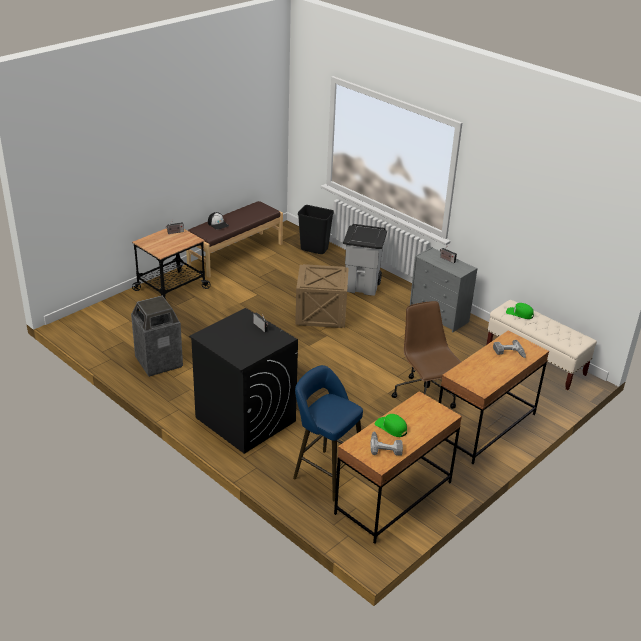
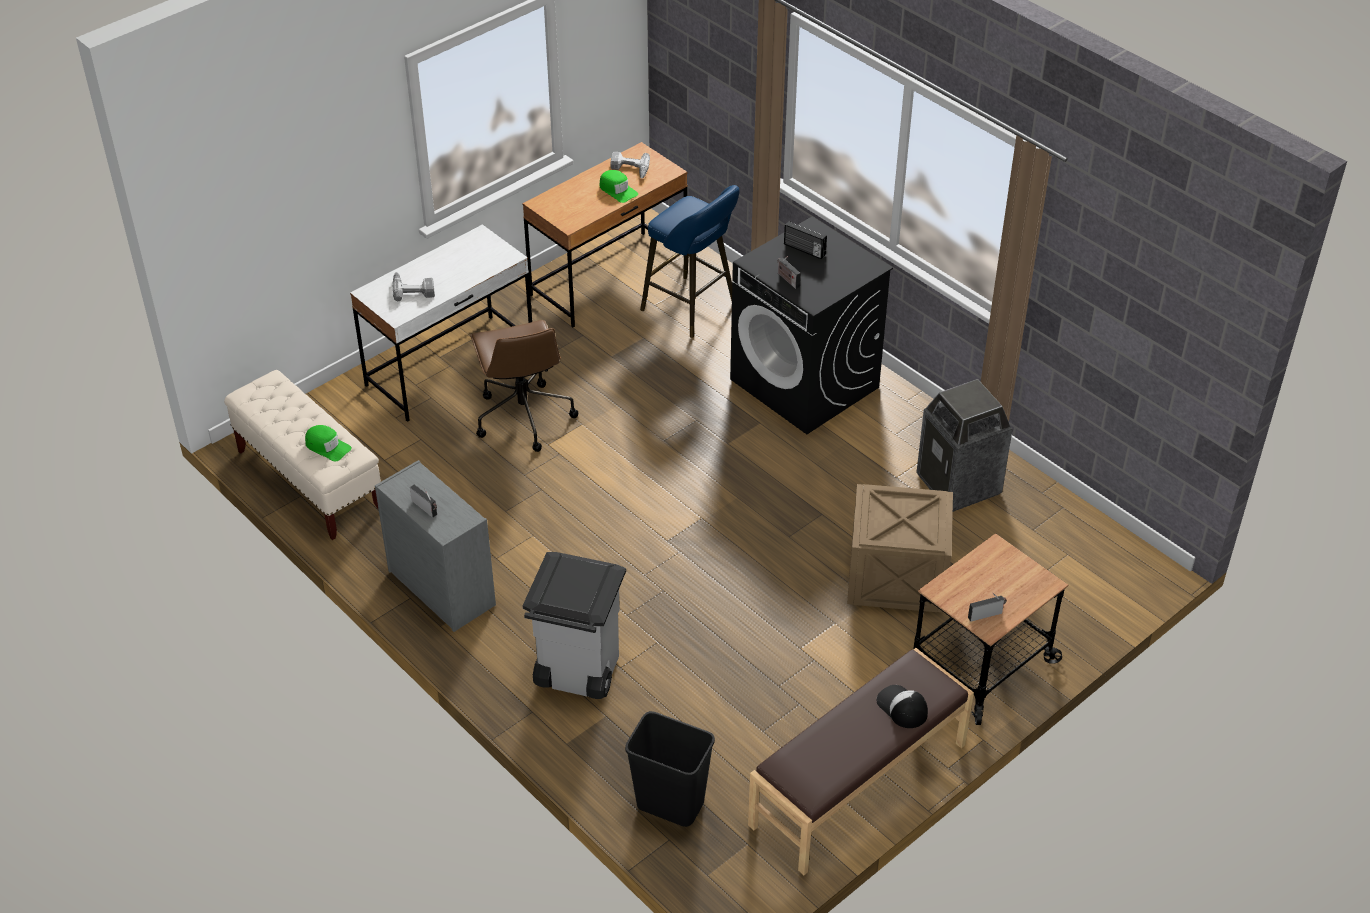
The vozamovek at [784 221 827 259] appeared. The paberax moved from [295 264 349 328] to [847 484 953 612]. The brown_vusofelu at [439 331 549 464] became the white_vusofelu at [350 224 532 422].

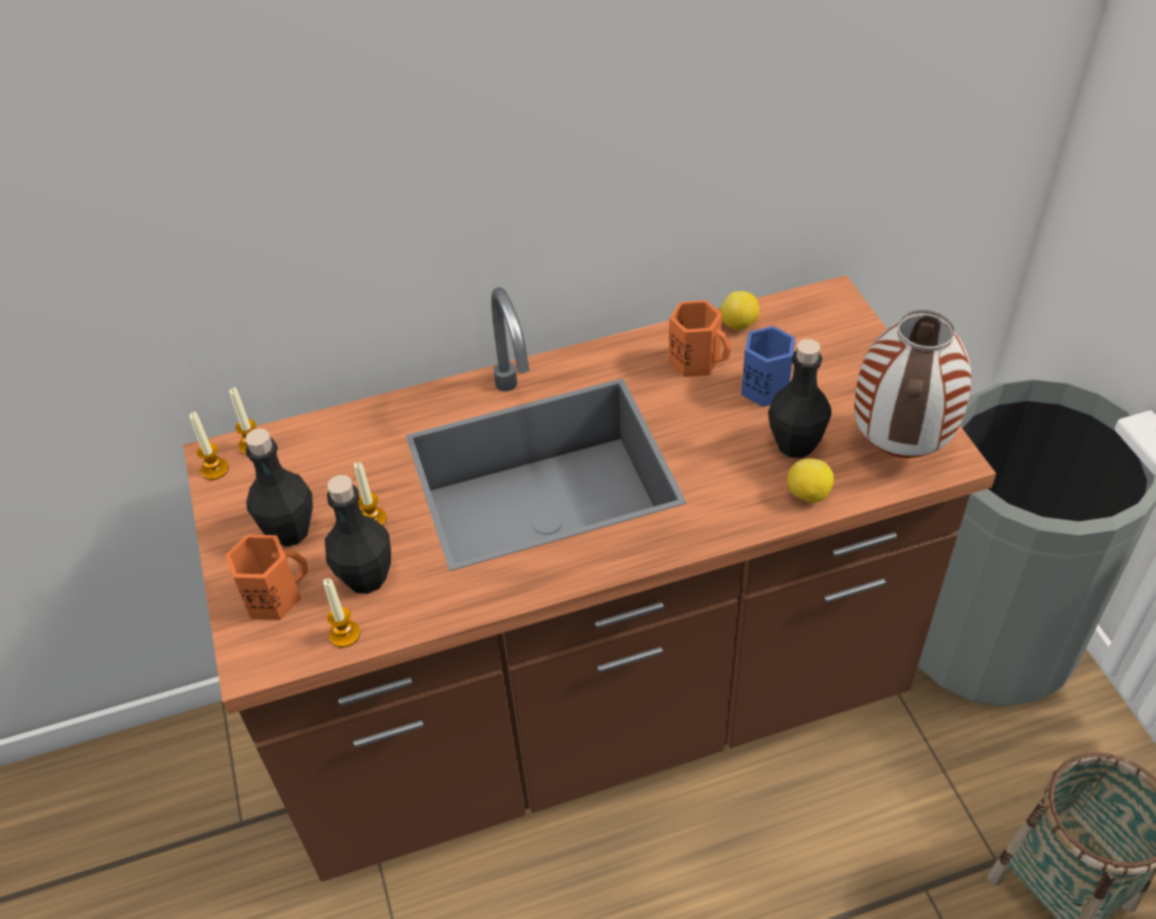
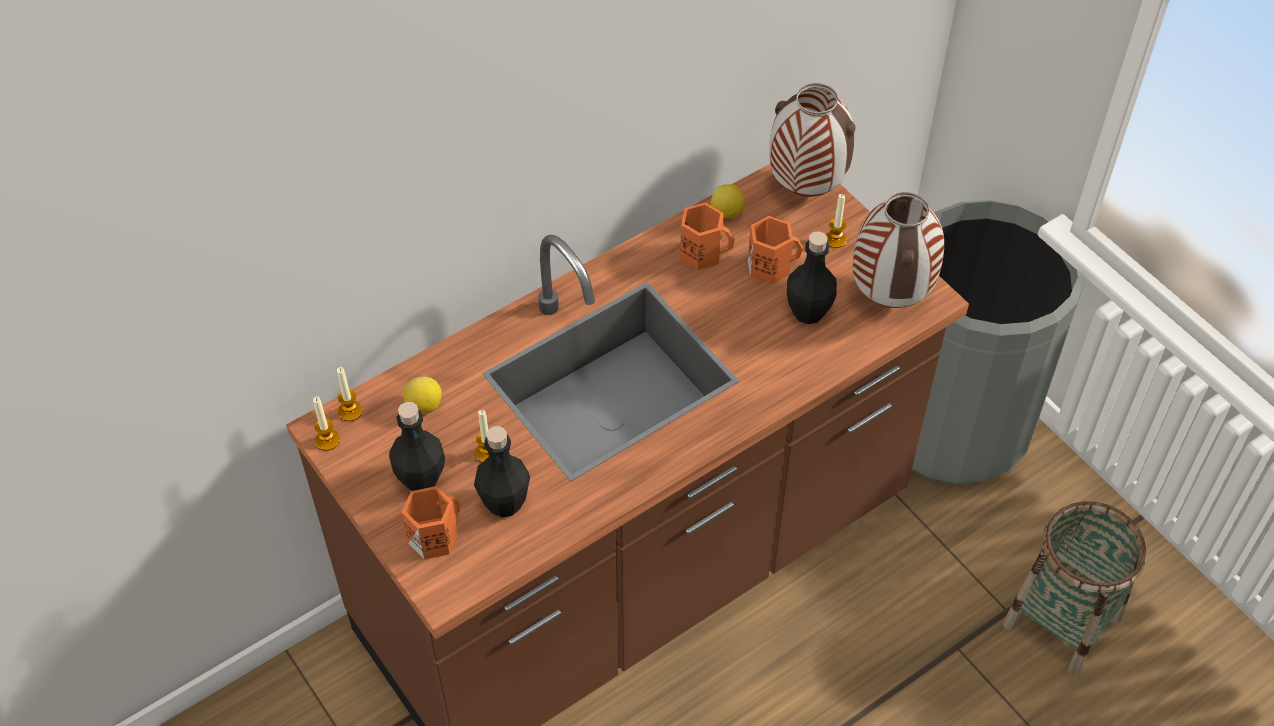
The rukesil at [769 83 856 197] appeared. The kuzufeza moved from [323 579 360 648] to [825 194 847 248]. The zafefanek moved from [788 458 834 503] to [403 377 442 414]. The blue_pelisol at [741 326 795 407] became the orange_pelisol at [748 216 803 284].

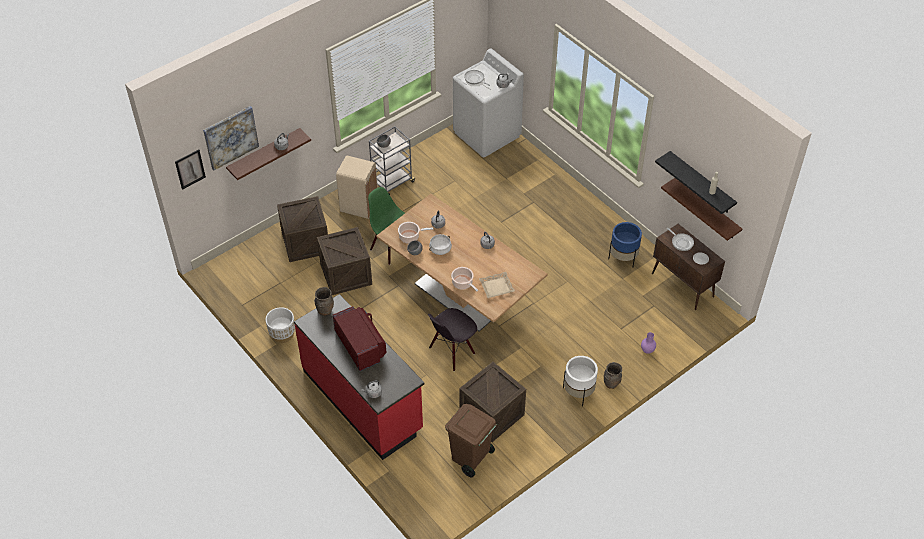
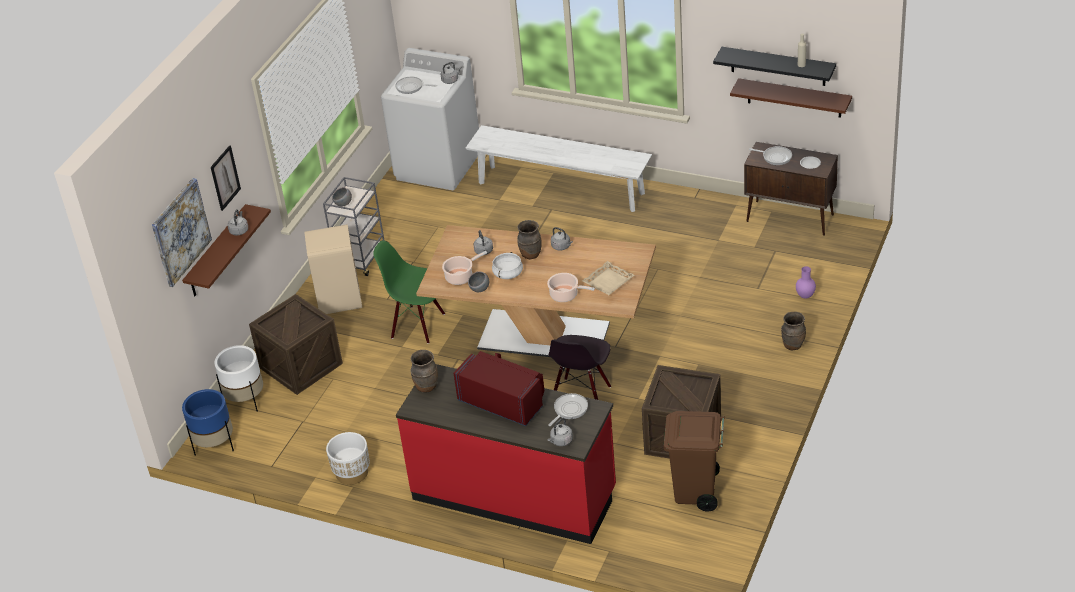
The paberax at [317 227 372 296] disappeared. The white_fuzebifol at [465 125 652 212] appeared. The brown_rukesil at [517 220 542 259] appeared. The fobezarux at [548 393 588 426] appeared. The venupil moved from [175 149 206 190] to [211 145 241 211]. The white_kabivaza moved from [563 356 598 406] to [214 345 263 412]. The blue_kabivaza moved from [608 222 642 266] to [182 389 234 455].

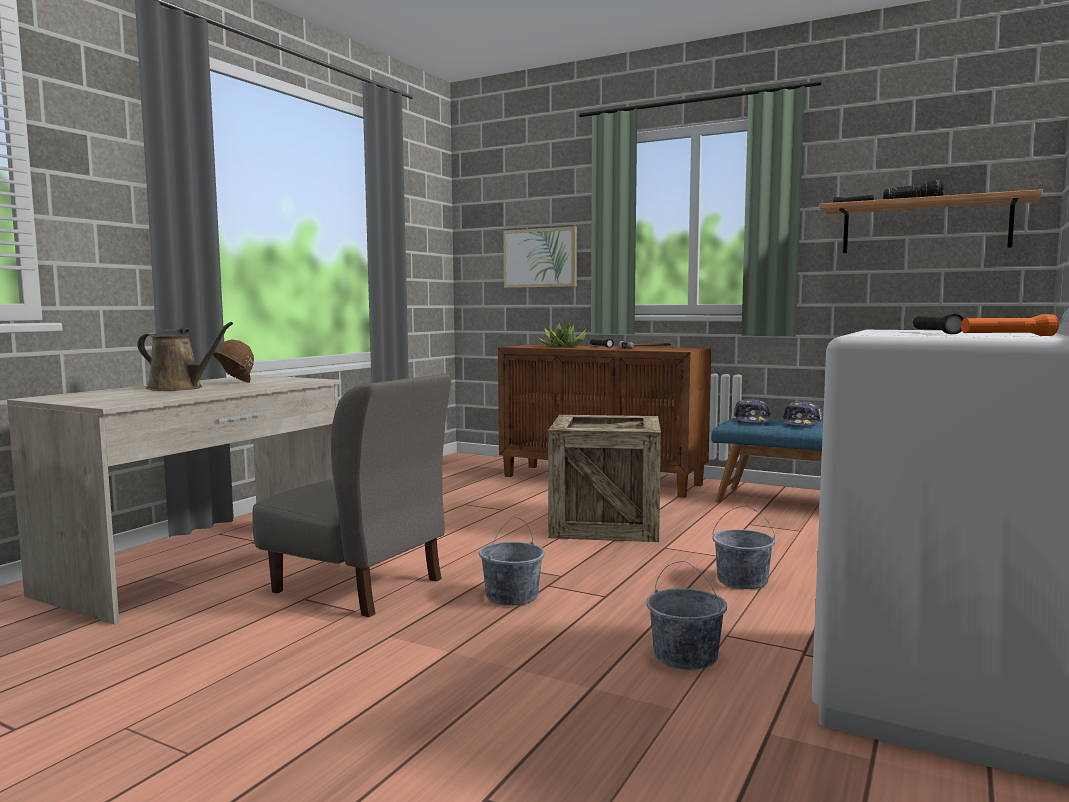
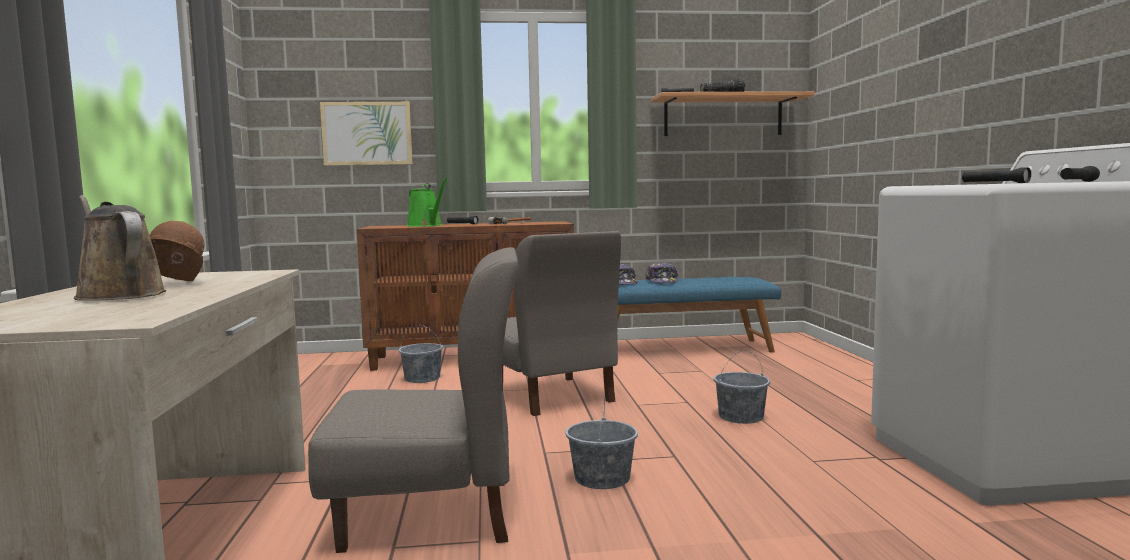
The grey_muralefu moved from [646 561 727 670] to [399 325 443 383]. The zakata at [538 323 586 347] was replaced by the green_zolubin at [407 178 447 227]. The paberax at [548 415 661 542] was replaced by the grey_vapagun at [502 231 621 416]. The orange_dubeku at [961 314 1059 336] became the black_dubeku at [1060 166 1100 182]. The brown_zolubin at [137 322 233 391] turned 120 degrees counterclockwise.

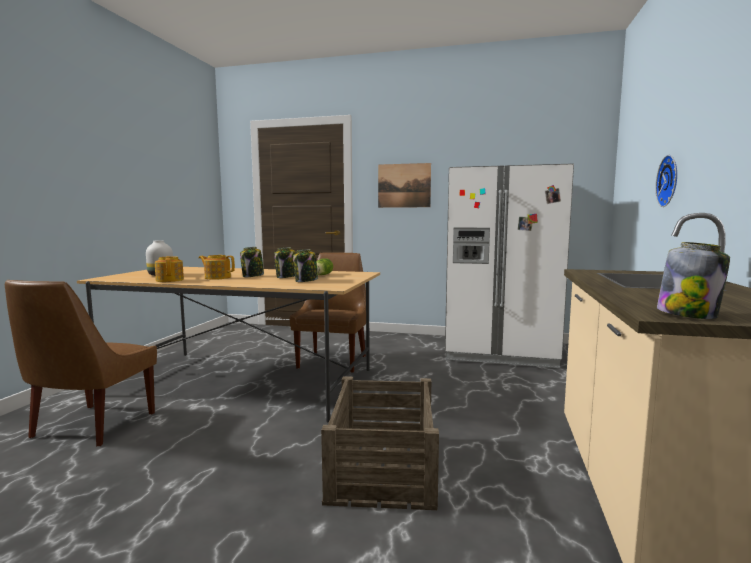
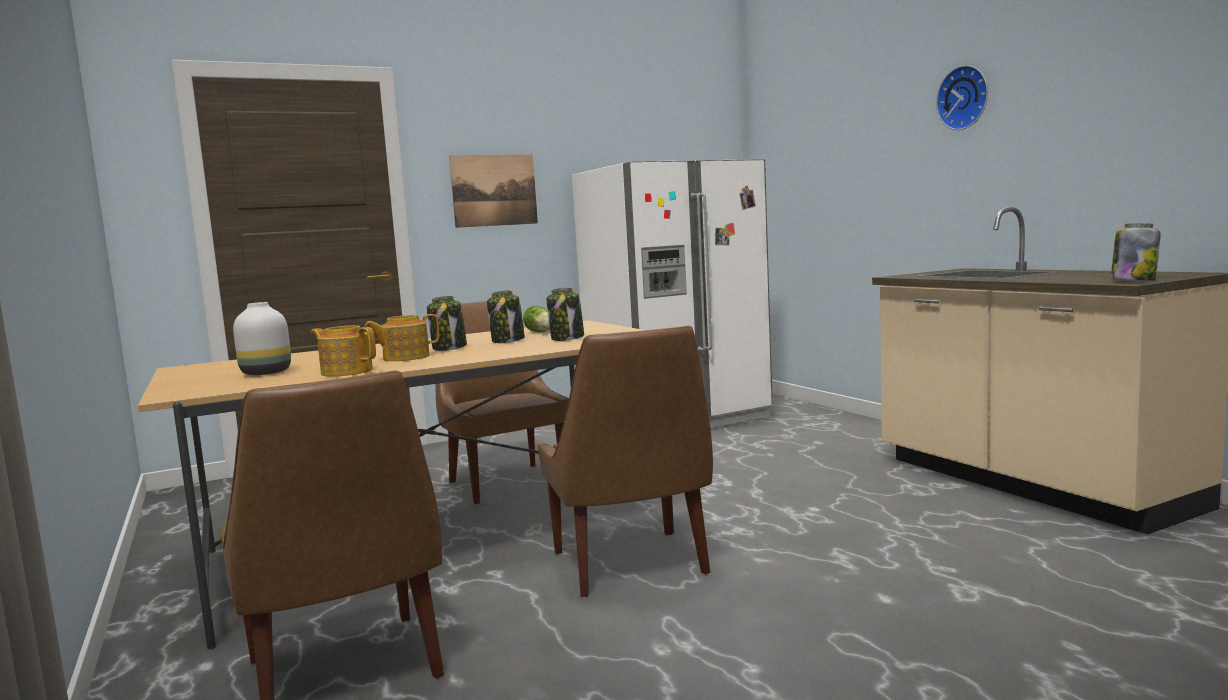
The paberax at [321 376 439 510] disappeared. The brown_vapagun at [538 326 713 597] appeared. The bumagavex moved from [655 155 677 207] to [936 65 988 130].

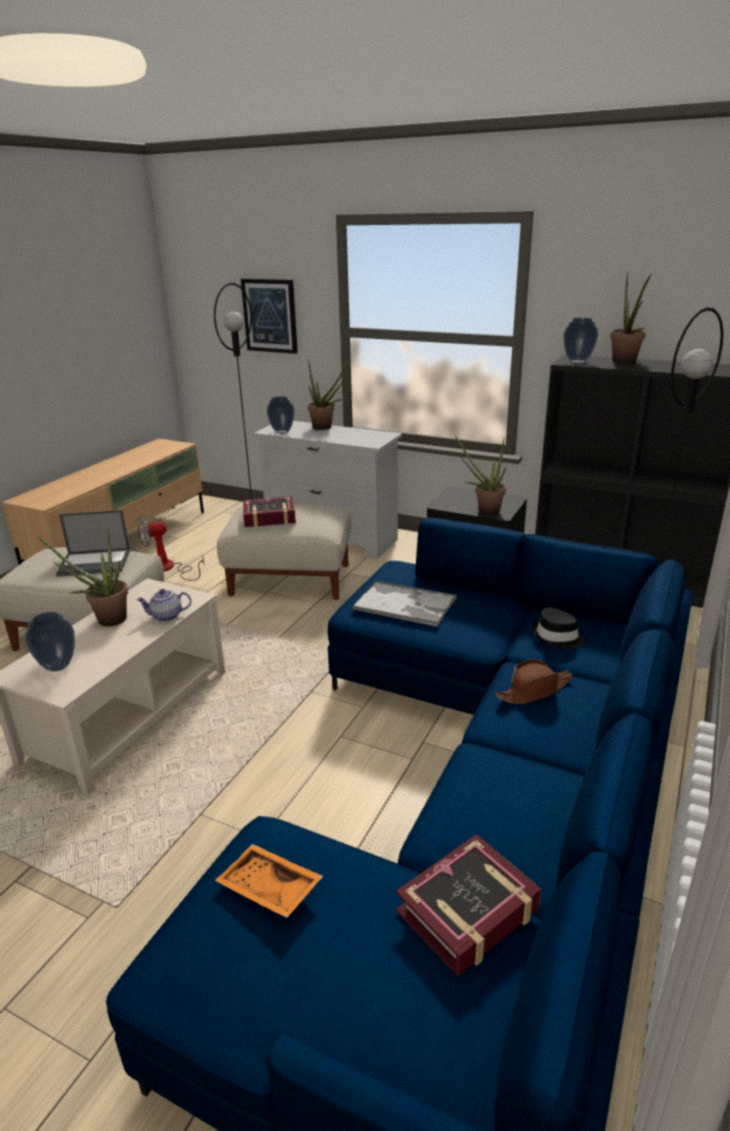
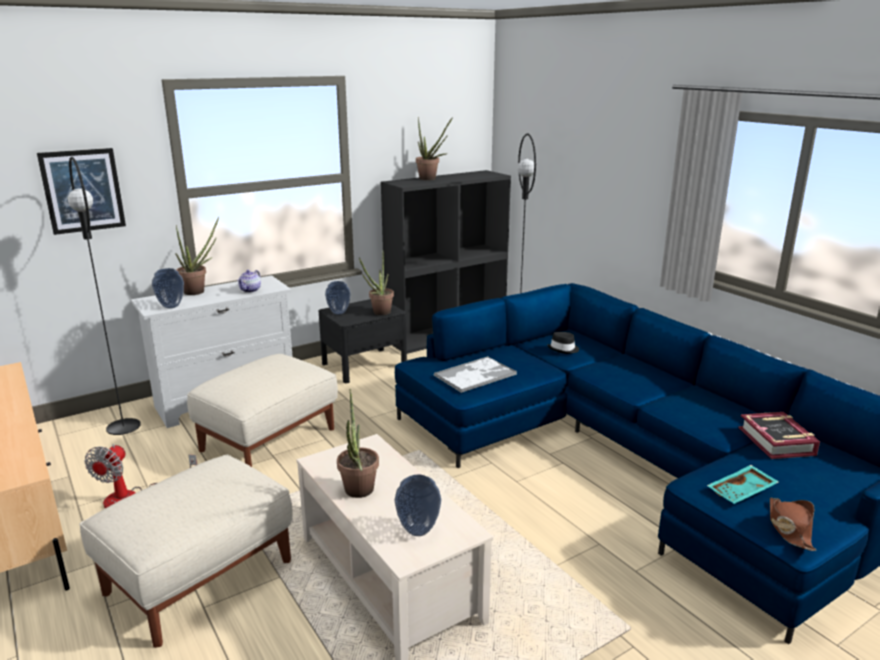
The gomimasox at [56 510 130 576] disappeared. The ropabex at [243 497 296 527] disappeared. The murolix moved from [136 589 191 622] to [237 270 261 293]. The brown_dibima moved from [495 659 573 704] to [770 497 817 551]. The rukesil moved from [563 318 598 364] to [325 281 351 315]. The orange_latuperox at [215 844 323 918] became the turquoise_latuperox at [707 465 779 504].

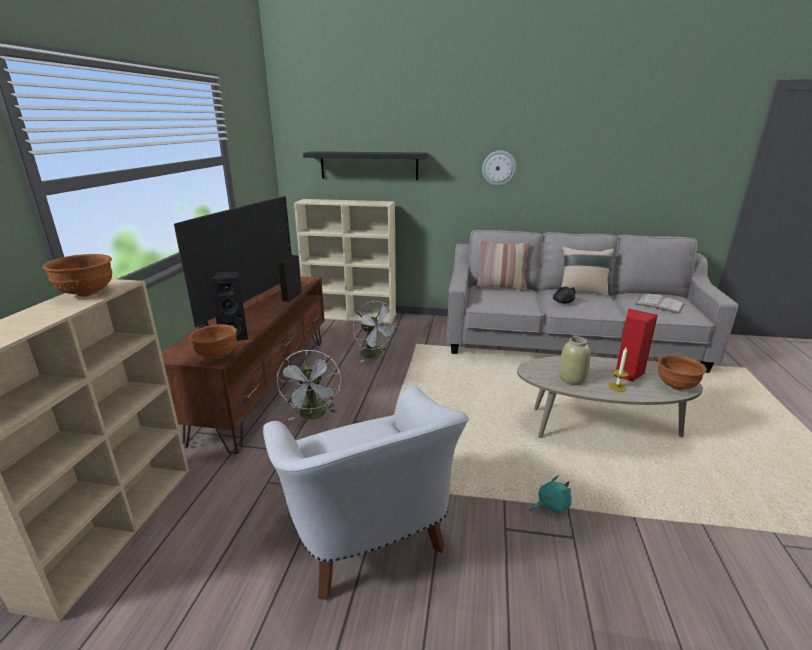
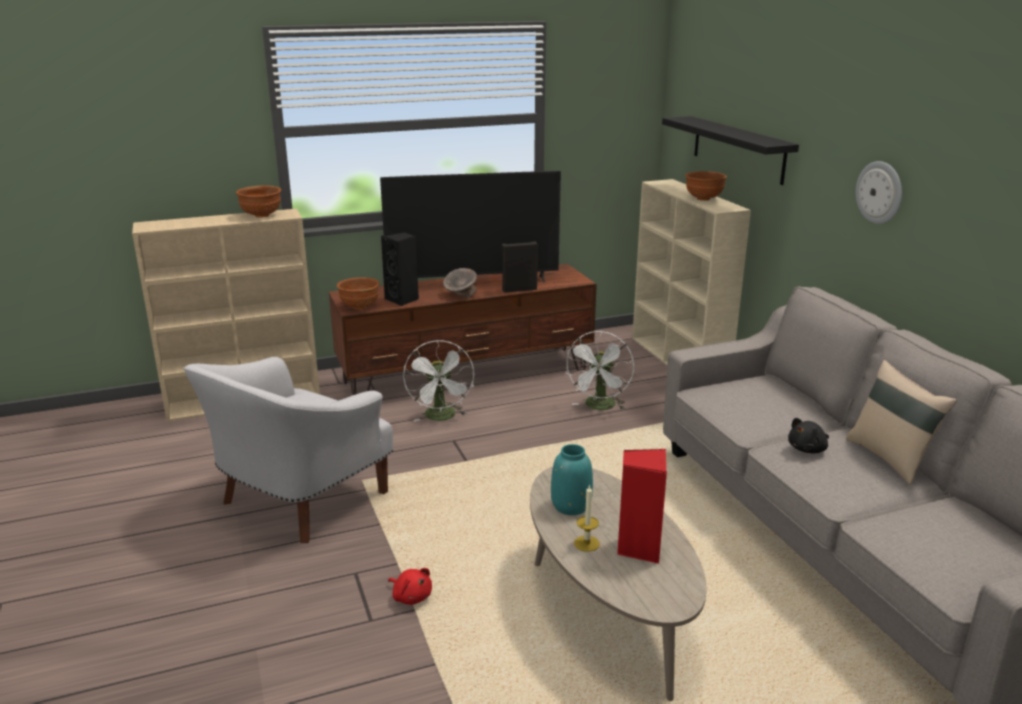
The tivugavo at [476 241 530 291] disappeared. The white_ropabex at [635 293 685 314] disappeared. The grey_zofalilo at [443 268 477 298] appeared. The brown_zofalilo moved from [658 355 707 390] to [685 171 727 201]. The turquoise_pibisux at [530 475 572 514] became the red_pibisux at [388 568 432 605]. The beige_rukesil at [559 337 591 385] became the turquoise_rukesil at [551 444 593 515]. The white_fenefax at [277 350 341 420] turned 60 degrees counterclockwise.

